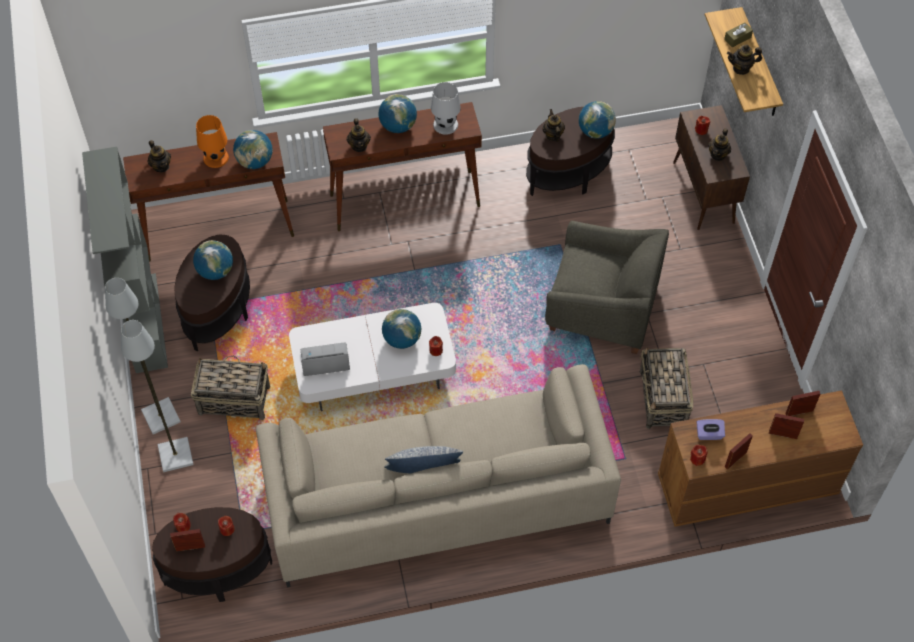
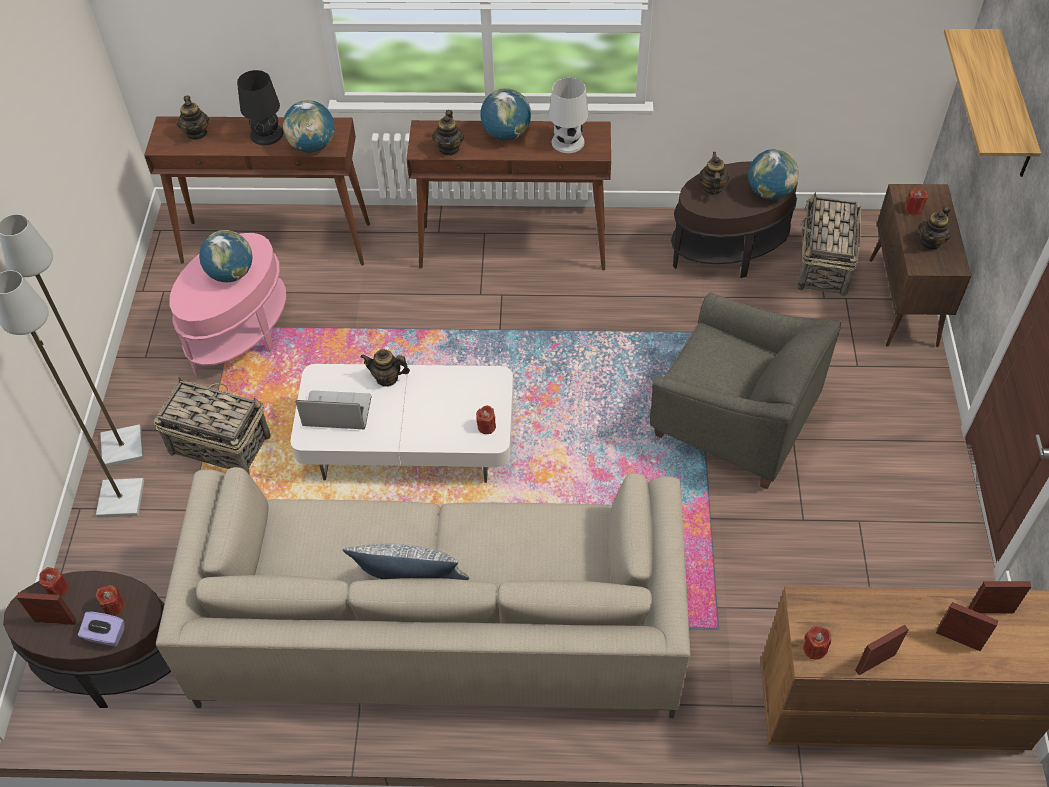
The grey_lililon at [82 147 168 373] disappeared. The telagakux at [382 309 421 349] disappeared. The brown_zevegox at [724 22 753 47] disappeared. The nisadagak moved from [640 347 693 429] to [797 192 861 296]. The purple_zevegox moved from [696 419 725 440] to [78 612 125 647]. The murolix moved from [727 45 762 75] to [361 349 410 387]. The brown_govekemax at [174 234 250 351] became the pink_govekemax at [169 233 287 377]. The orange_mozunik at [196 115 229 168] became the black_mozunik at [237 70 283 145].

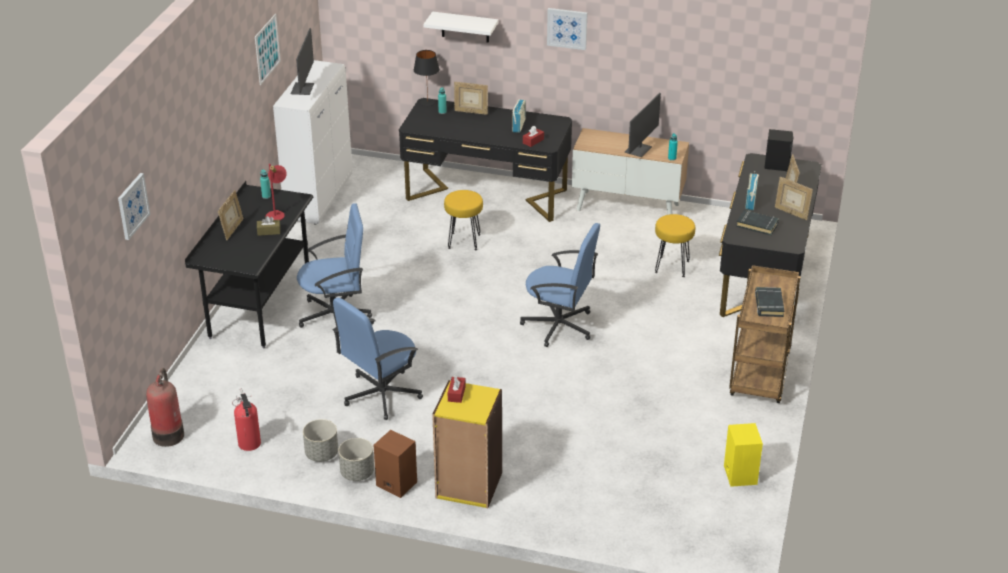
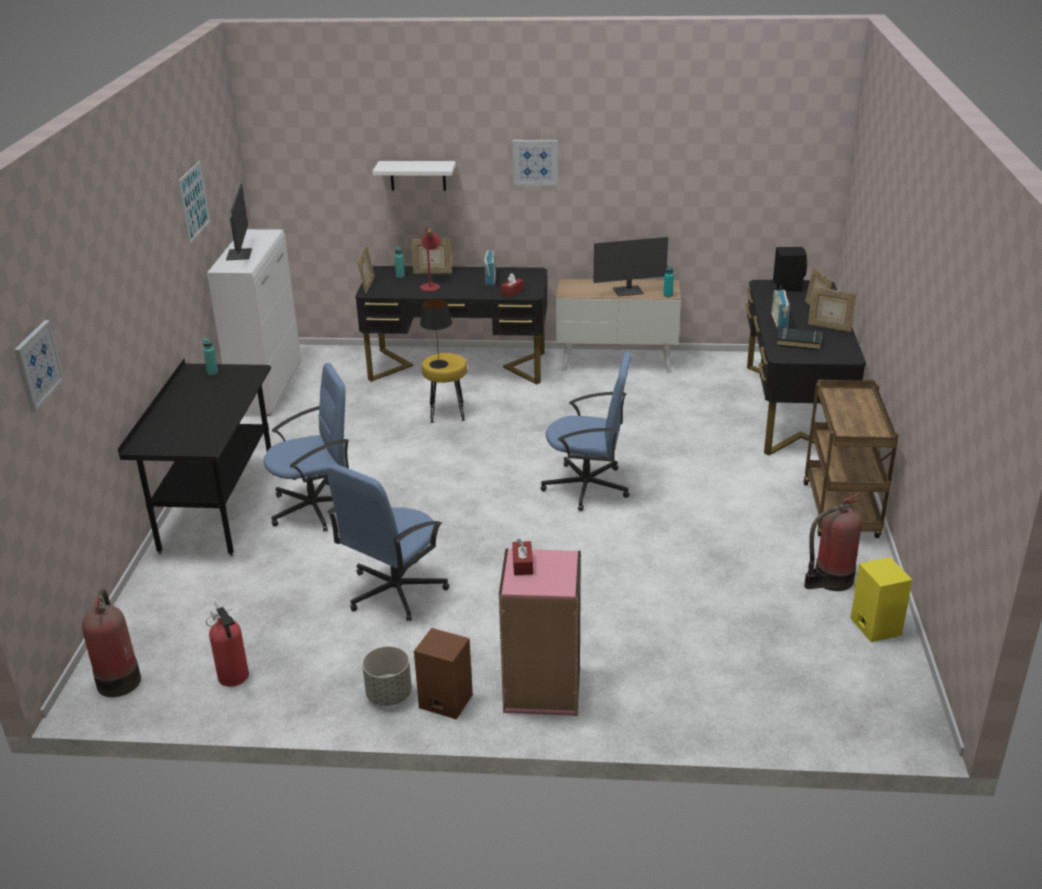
The brown_zevegox at [257 216 280 236] disappeared. The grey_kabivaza at [303 419 338 462] disappeared. The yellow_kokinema at [655 214 695 277] disappeared. The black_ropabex at [755 287 784 317] disappeared. The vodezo at [804 494 861 591] appeared. The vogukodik moved from [218 190 243 240] to [357 245 375 294]. The red_mozunik moved from [266 164 287 220] to [420 227 441 291]. The black_mozunik moved from [414 50 440 106] to [420 299 452 369]. The yellow_lililon at [432 380 502 508] became the pink_lililon at [499 548 581 716]. The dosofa at [625 93 661 157] turned 60 degrees clockwise.

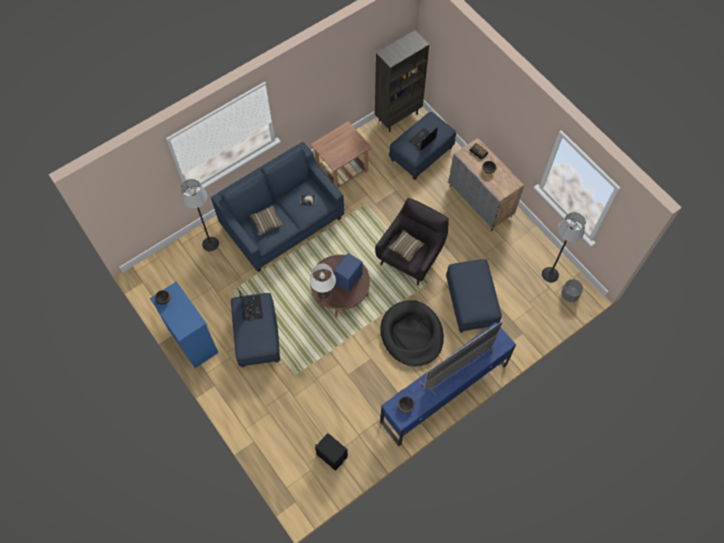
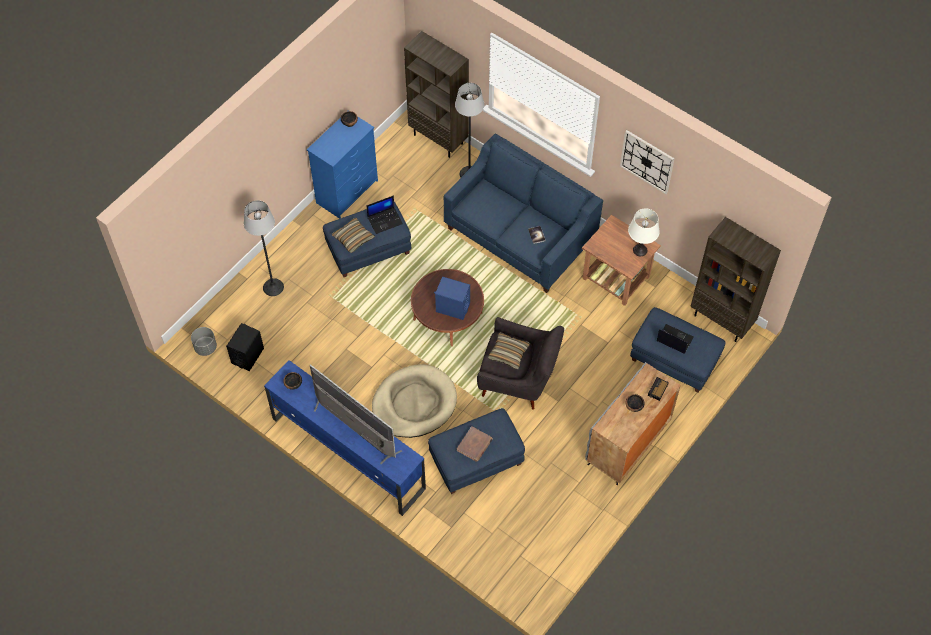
The brown_lililon at [404 31 469 158] appeared. The brown_ropabex at [457 426 493 462] appeared. The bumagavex at [620 130 675 194] appeared. The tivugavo moved from [250 205 283 235] to [332 218 375 253]. The white_mozunik moved from [310 264 336 298] to [628 208 660 256]. The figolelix moved from [542 212 586 282] to [244 200 284 296]. The grey_kabivaza moved from [561 279 583 302] to [191 327 217 356]. The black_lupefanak at [380 300 444 367] became the beige_lupefanak at [372 364 457 438].

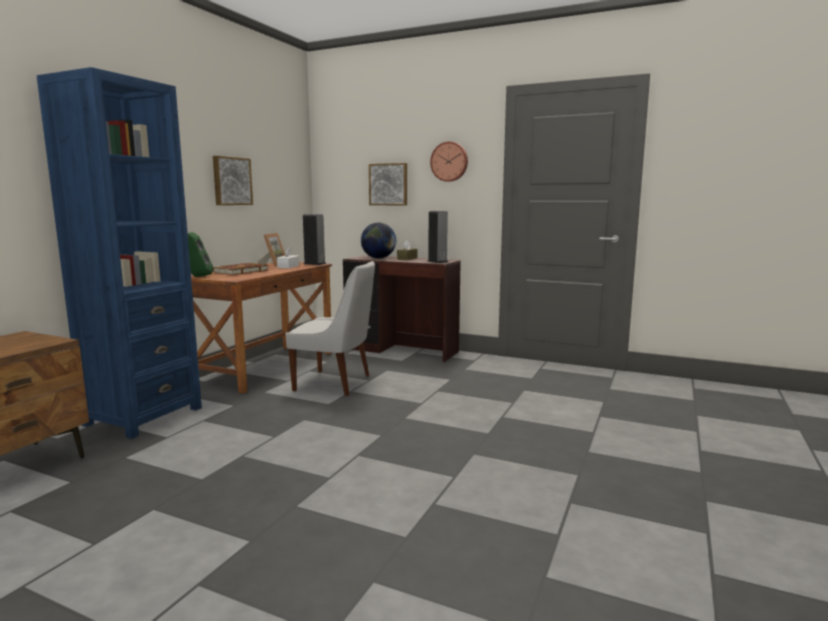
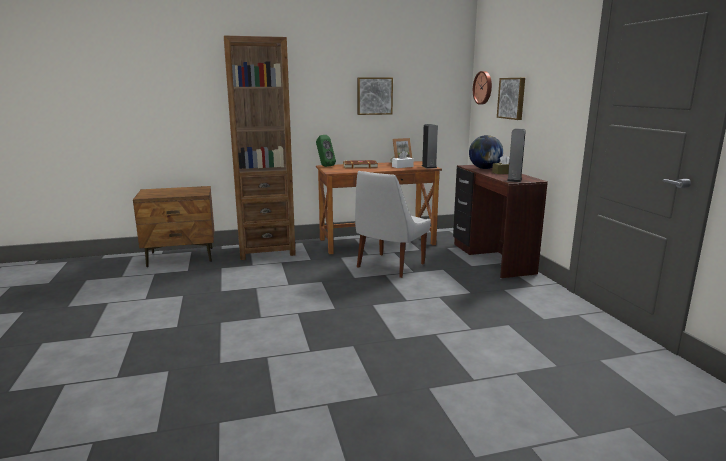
The bumagavex moved from [430 141 468 182] to [473 71 492 104]. The blue_lililon at [37 67 202 439] became the brown_lililon at [224 36 296 260]. The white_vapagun at [285 261 375 396] turned 60 degrees clockwise.

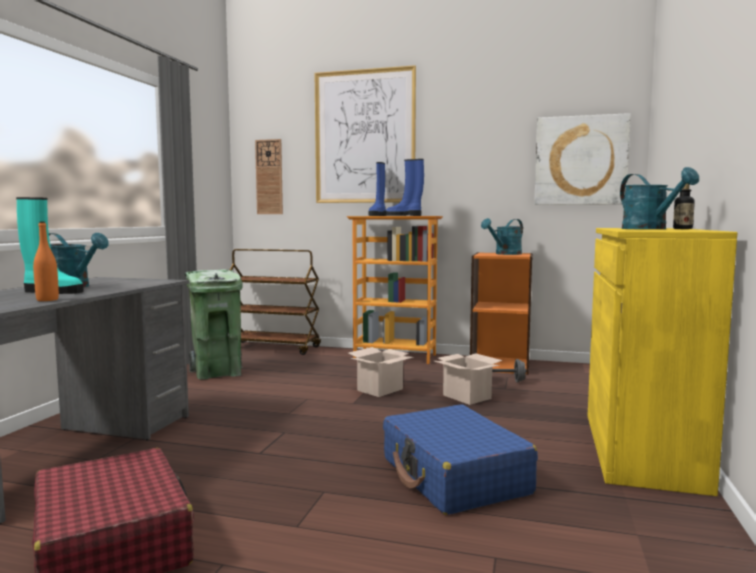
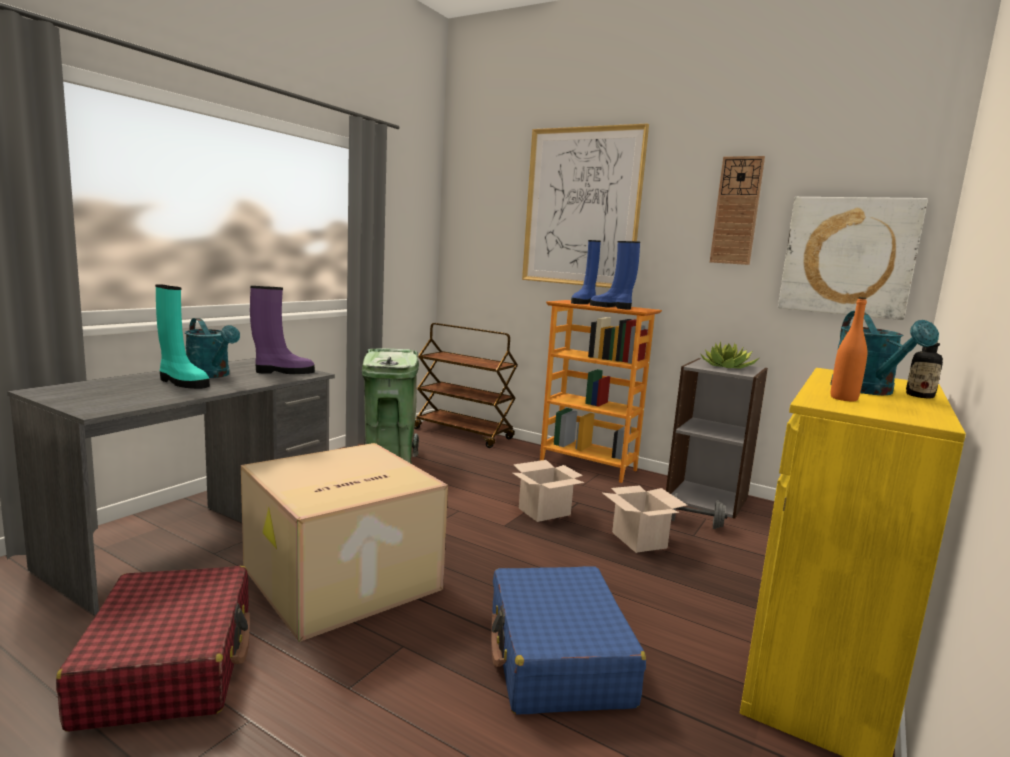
The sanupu at [241 443 448 642] appeared. The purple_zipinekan at [250 286 315 374] appeared. The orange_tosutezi moved from [33 221 59 301] to [831 297 867 402]. The bumagavex moved from [255 139 283 214] to [710 156 765 265]. The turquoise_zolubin at [481 218 523 255] was replaced by the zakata at [700 341 759 369]. The orange_lililon at [470 252 533 375] became the grey_lililon at [666 358 768 519].

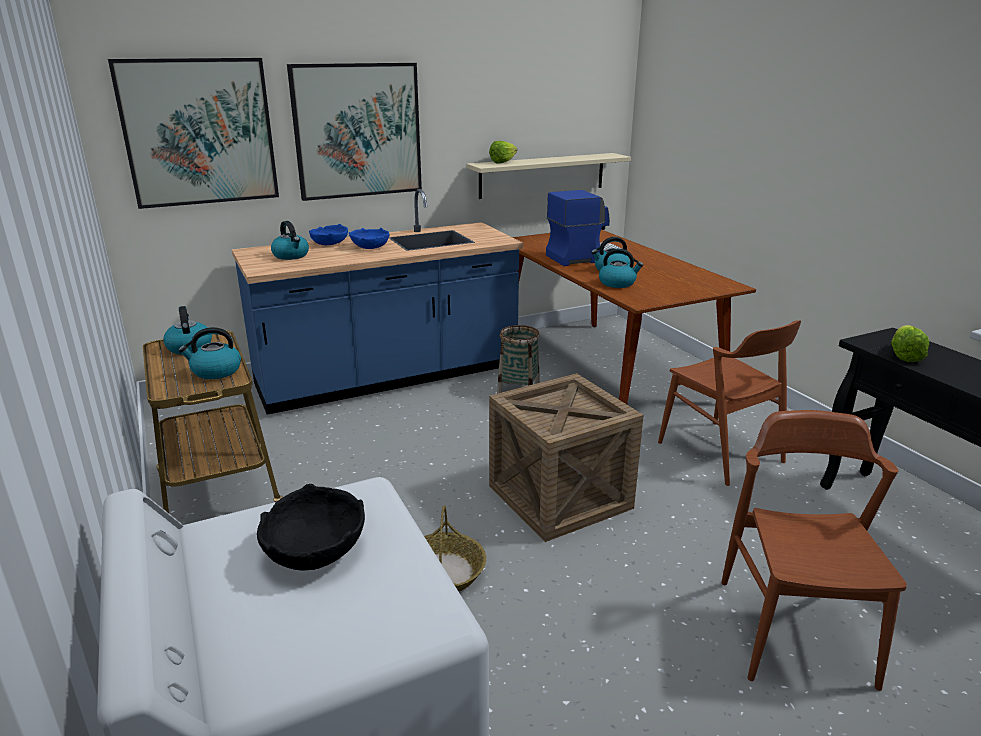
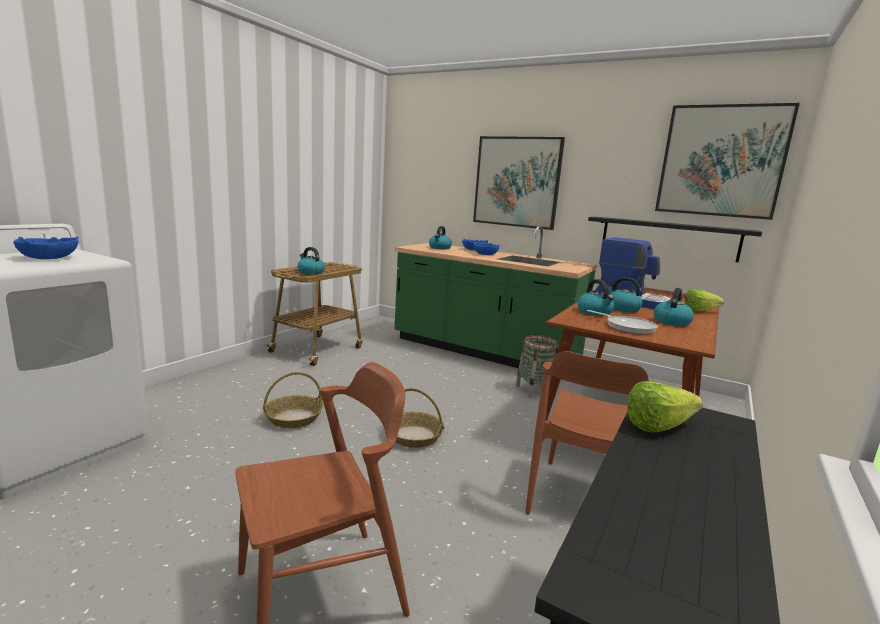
The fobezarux at [587 310 658 335] appeared. The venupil moved from [108 58 279 209] to [655 103 800 220]. The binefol moved from [163 306 212 355] to [654 288 694 326]. The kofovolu moved from [489 141 517 164] to [684 289 724 311]. The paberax at [489 373 644 542] was replaced by the nisadagak at [396 388 445 448]. The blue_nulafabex at [232 189 524 415] became the green_nulafabex at [395 225 598 368]. The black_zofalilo at [257 484 365 571] became the blue_zofalilo at [14 236 78 259]. The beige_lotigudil at [466 153 631 199] became the black_lotigudil at [588 217 762 263].

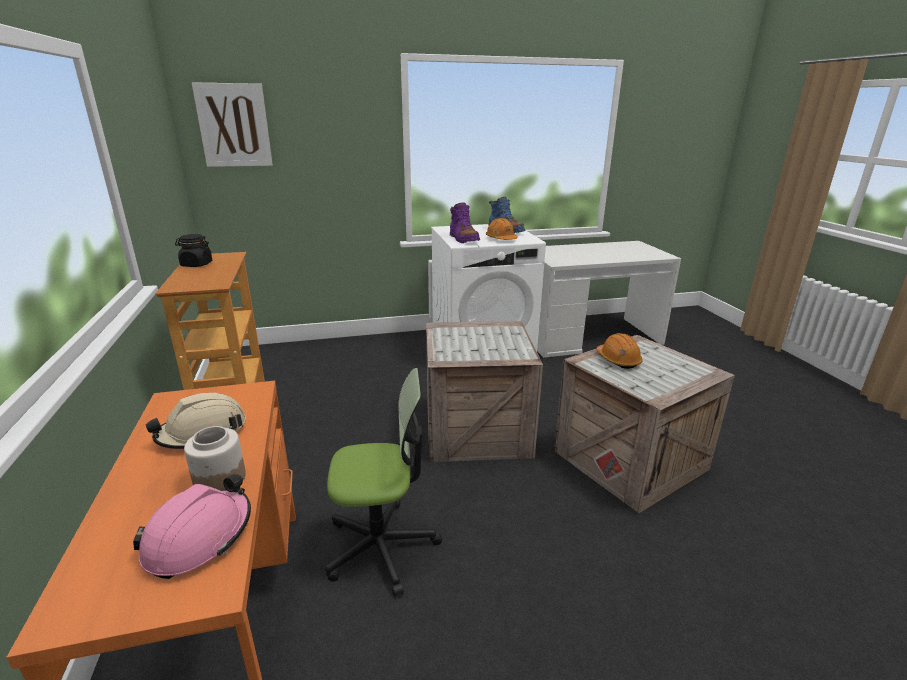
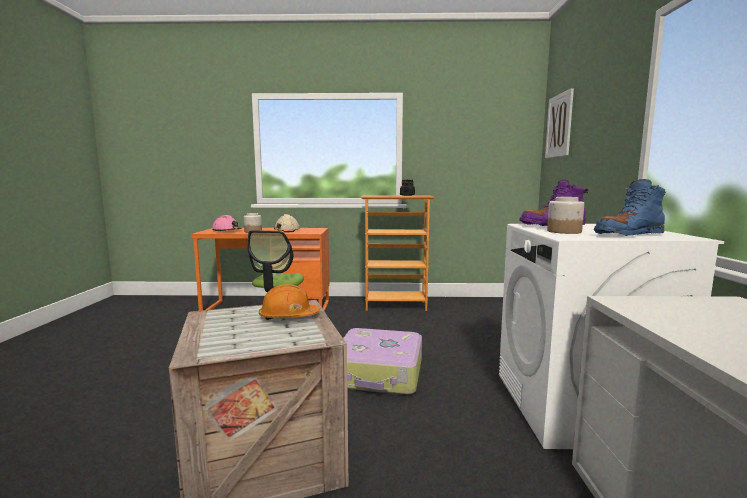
The paberax at [426 321 543 462] was replaced by the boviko at [343 328 422 395]. The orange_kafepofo at [486 218 518 240] was replaced by the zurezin at [547 197 584 234].

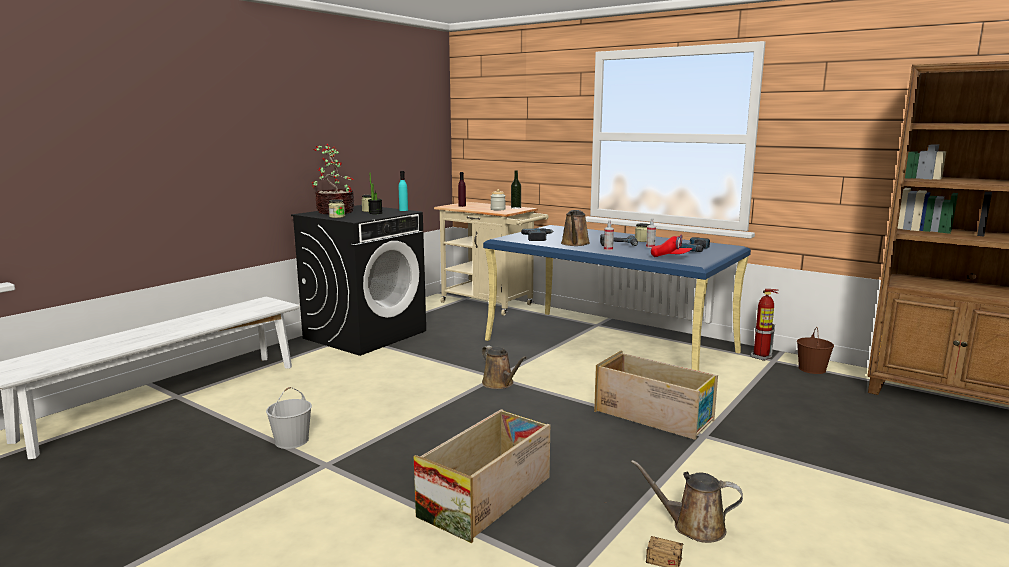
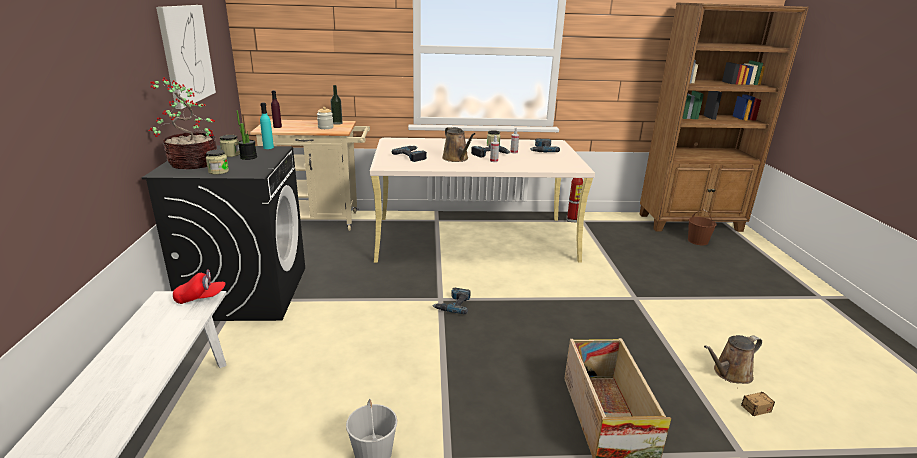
The paberax at [594 351 718 440] disappeared. The venupil at [156 5 216 109] appeared. The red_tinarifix moved from [651 234 692 257] to [173 269 226 304]. The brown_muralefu moved from [797 327 834 374] to [688 209 717 245]. The brown_zolubin at [482 345 527 389] was replaced by the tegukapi at [432 288 471 314]. The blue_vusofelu at [483 225 751 371] became the beige_vusofelu at [370 138 595 263].

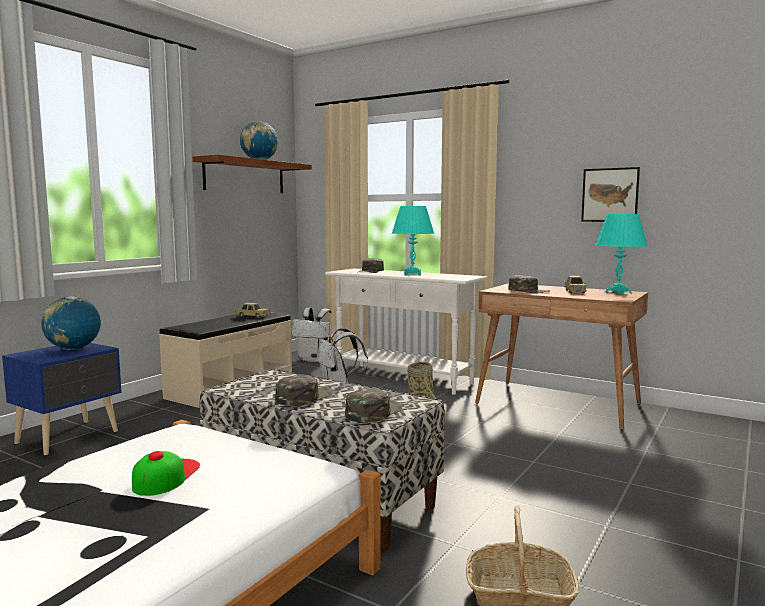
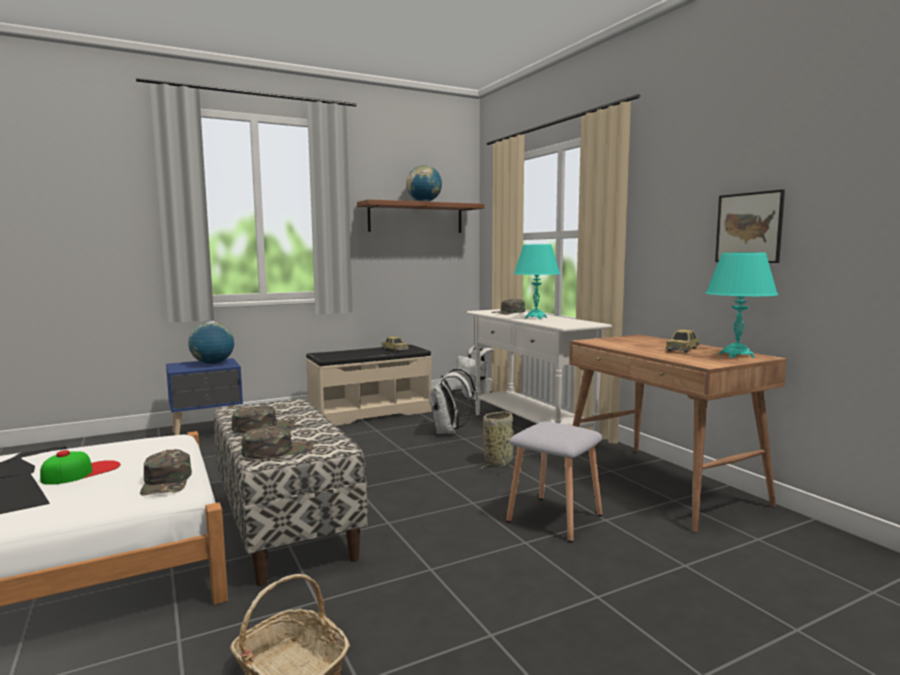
The grey_kokinema at [506 422 603 542] appeared. The green_tinarifix moved from [508 275 549 294] to [140 449 192 495].

